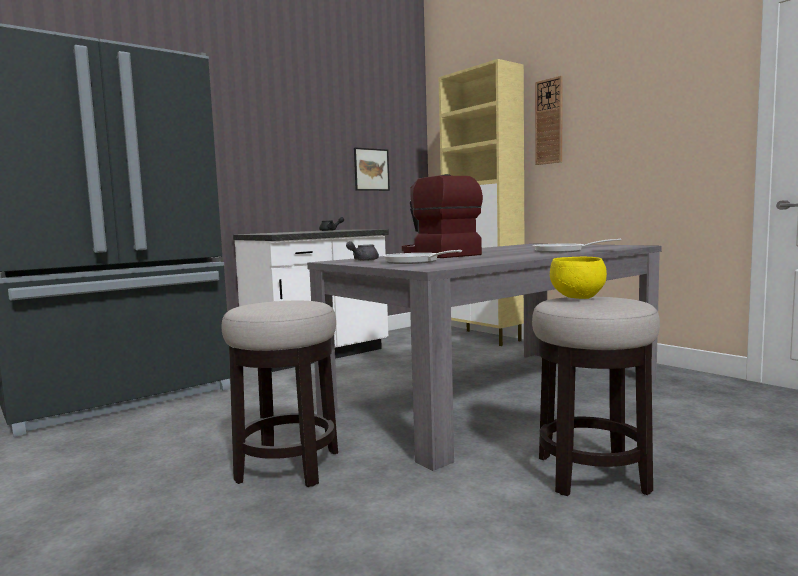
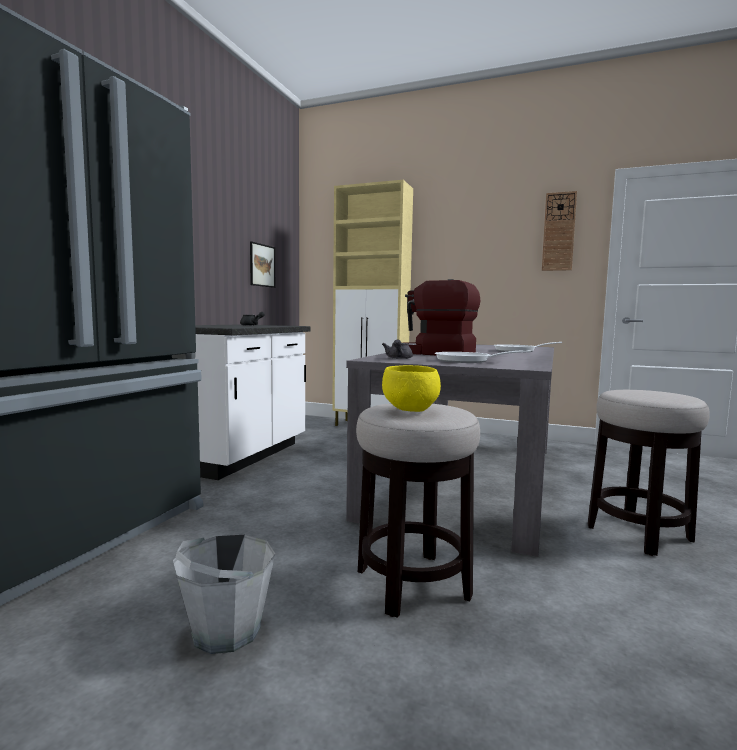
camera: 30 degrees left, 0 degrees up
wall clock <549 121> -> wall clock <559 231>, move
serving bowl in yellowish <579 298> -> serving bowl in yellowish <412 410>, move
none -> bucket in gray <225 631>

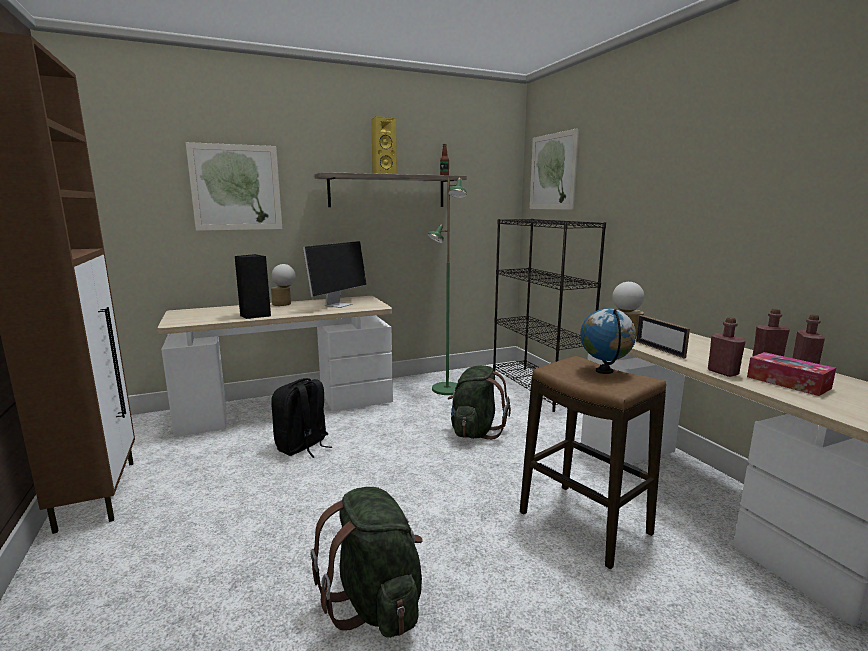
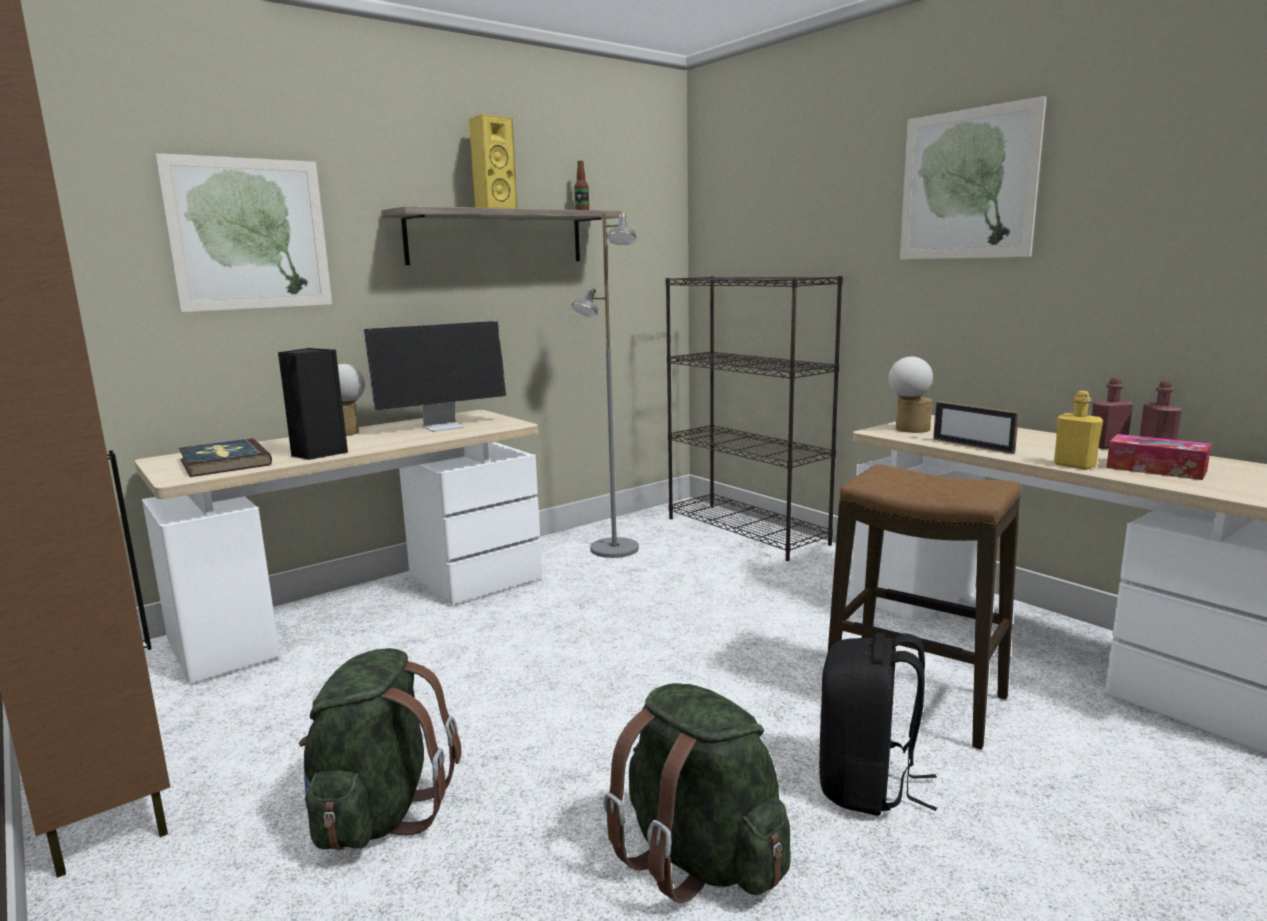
camera: 15 degrees left, 0 degrees up
rucksack in blackish <303 446> -> rucksack in blackish <868 785>, move
computer screen <338 304> -> computer screen <444 426>, 45 degrees clockwise
standing lamp in green-coloured <446 389> -> standing lamp in gray <614 549>
rucksack in green-coloured <475 431> -> rucksack in green-coloured <378 812>, move
wall art <553 171> -> wall art <967 185>, move
desk globe <604 371> -> none
drink bottle in reddish <722 372> -> drink bottle in yellowish <1074 465>
none -> bound book <224 462>

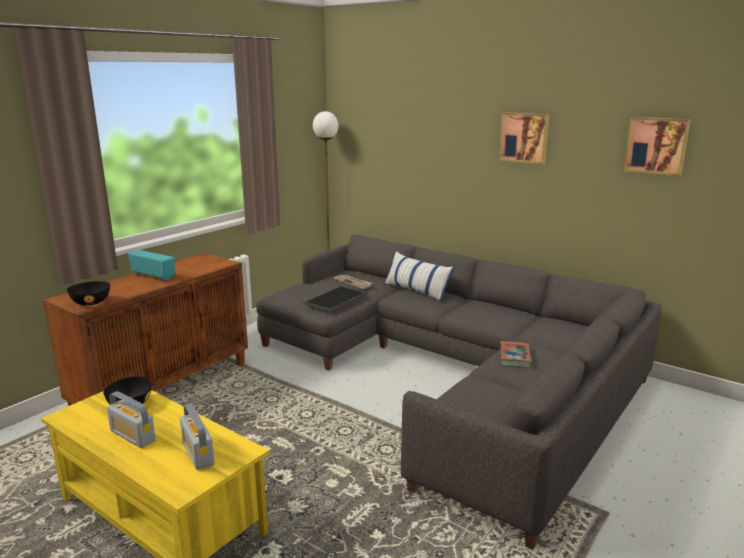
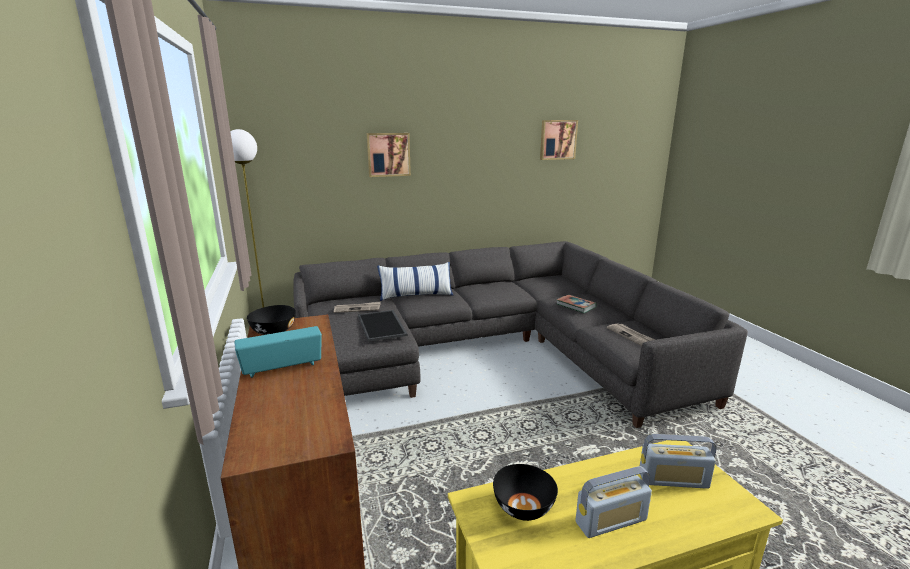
camera: 55 degrees left, 0 degrees up
serving bowl in blackish <91 302> -> serving bowl in blackish <273 331>, move
wall art <524 137> -> wall art <388 154>, move
none -> daily paper <632 336>

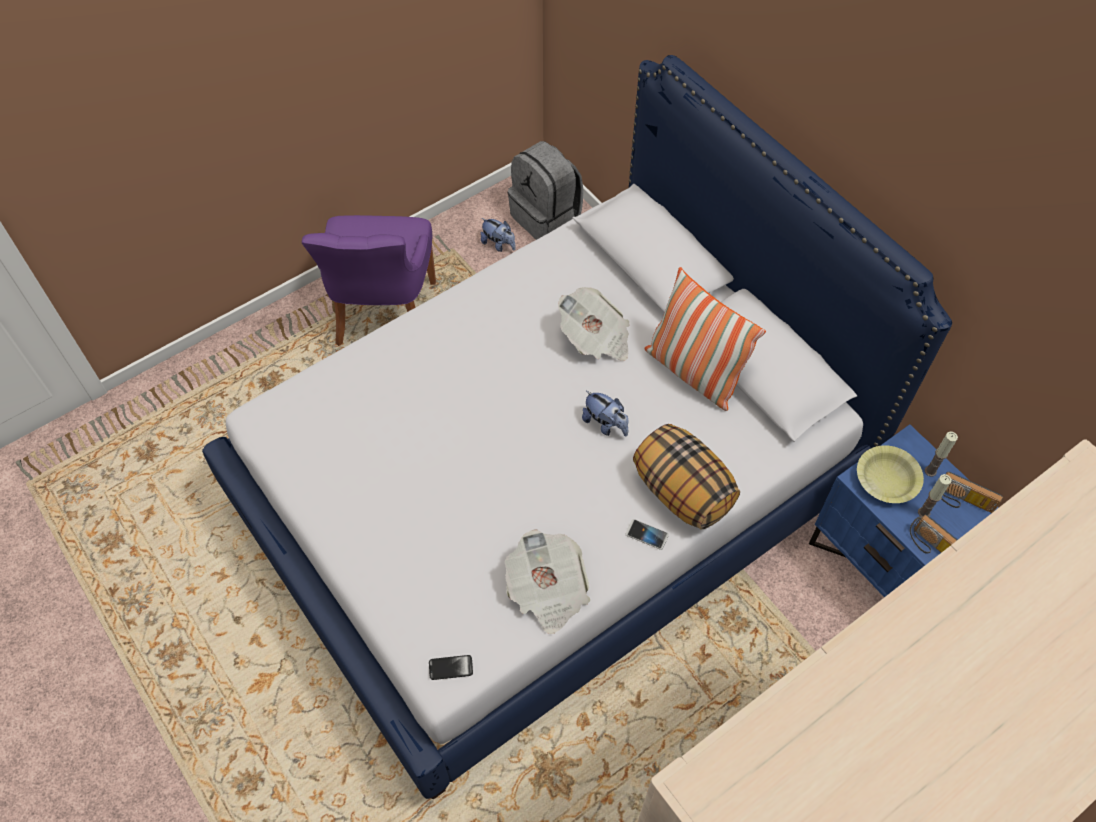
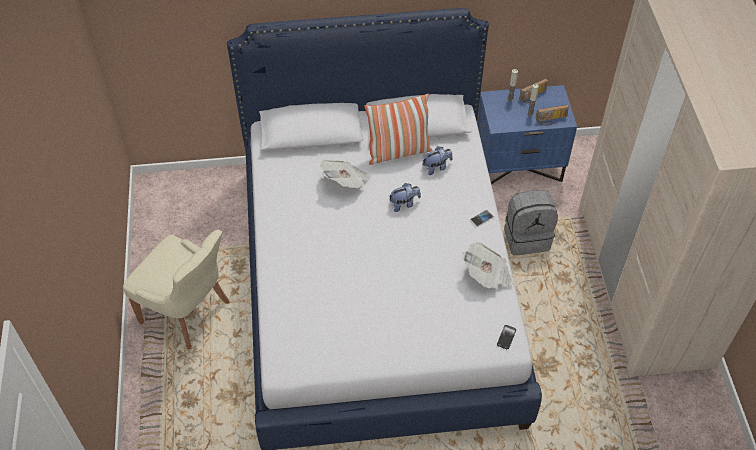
camera: 60 degrees left, 5 degrees down
upright chair in purple-coloured <384 316> -> upright chair in sand-coloured <188 313>
cuddly toy <499 244> -> cuddly toy <436 167>, move
rucksack in gray <546 217> -> rucksack in gray <526 237>, move
throw pillow <681 491> -> none
serving bowl in yellowish <886 479> -> none

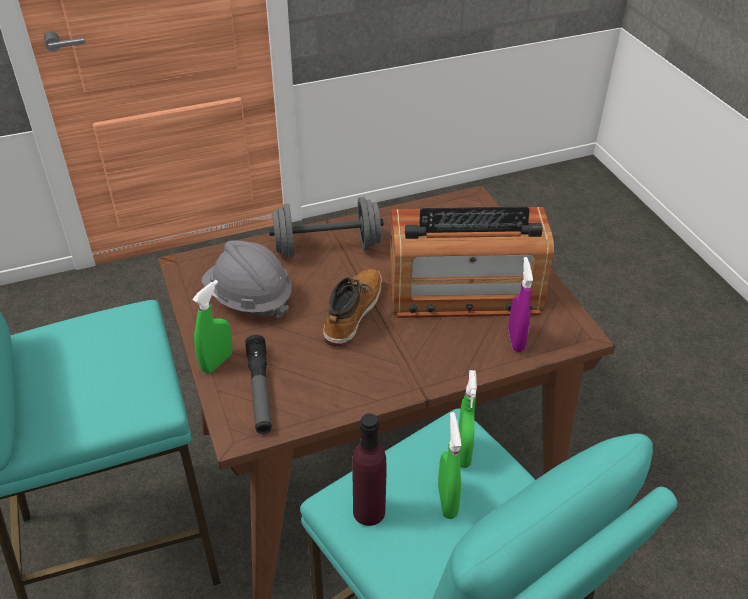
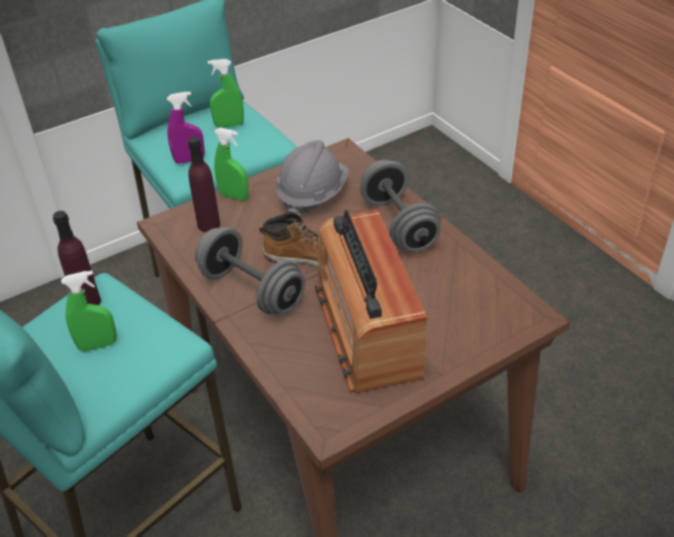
camera: 80 degrees right, 0 degrees up
flashlight <260 390> -> drink bottle in purple-coloured <208 225>
hand sprayer in green-coloured <463 452> -> hand sprayer in green-coloured <229 125>, move
hand sprayer in purple-coloured <516 340> -> hand sprayer in purple-coloured <189 160>, move
none -> dumbbell in gray <252 290>

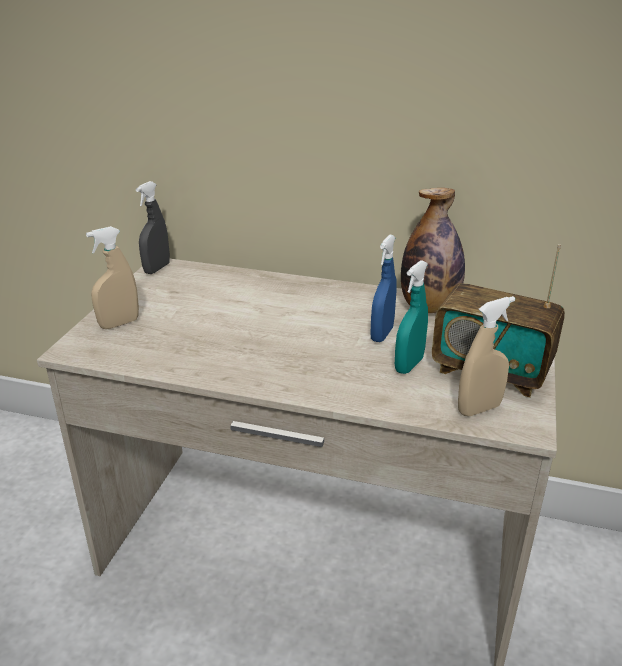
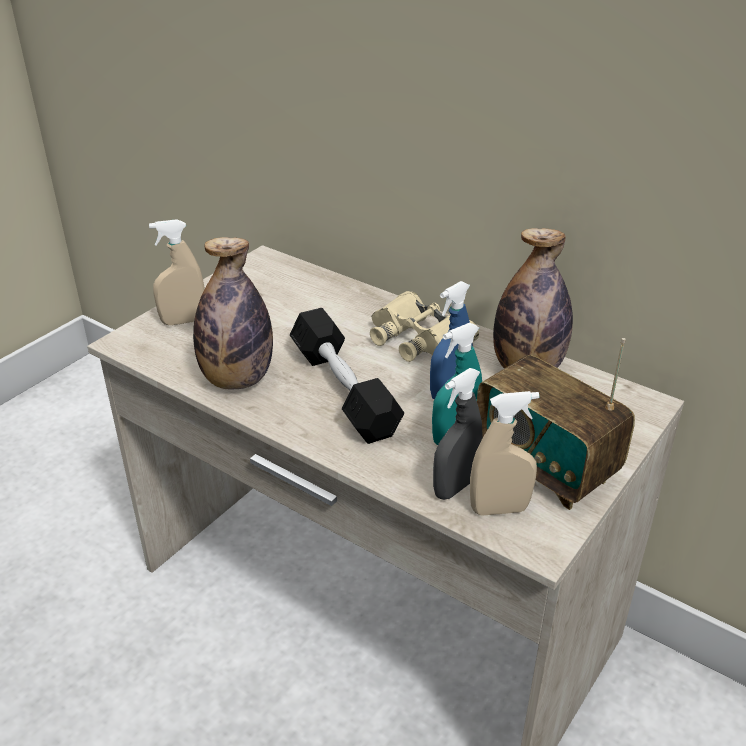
camera: 20 degrees right, 5 degrees up
hand sprayer in gray <157 269> -> hand sprayer in gray <455 487>, move
none -> drink bottle <237 379>
none -> dumbbell in blackish <343 390>
none -> pair of binoculars in sand-coloured <418 337>

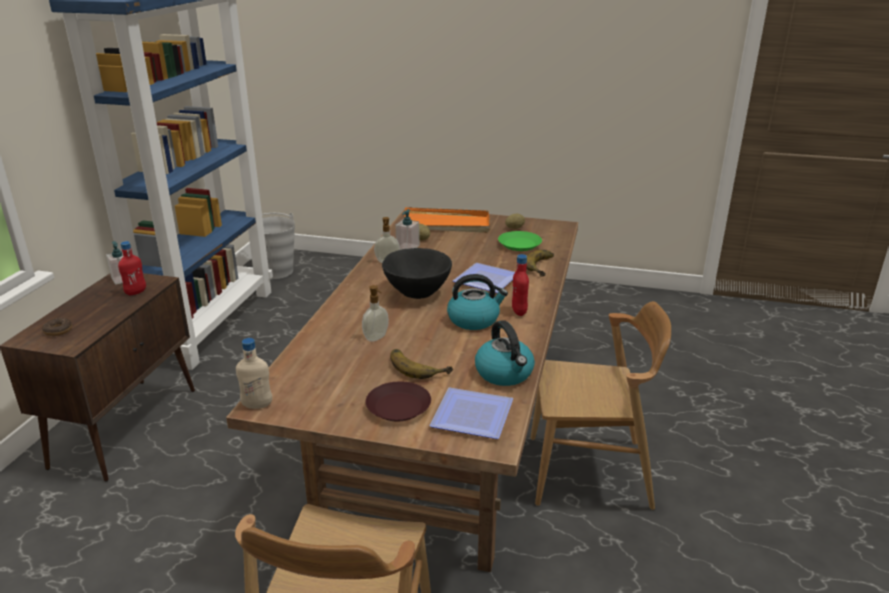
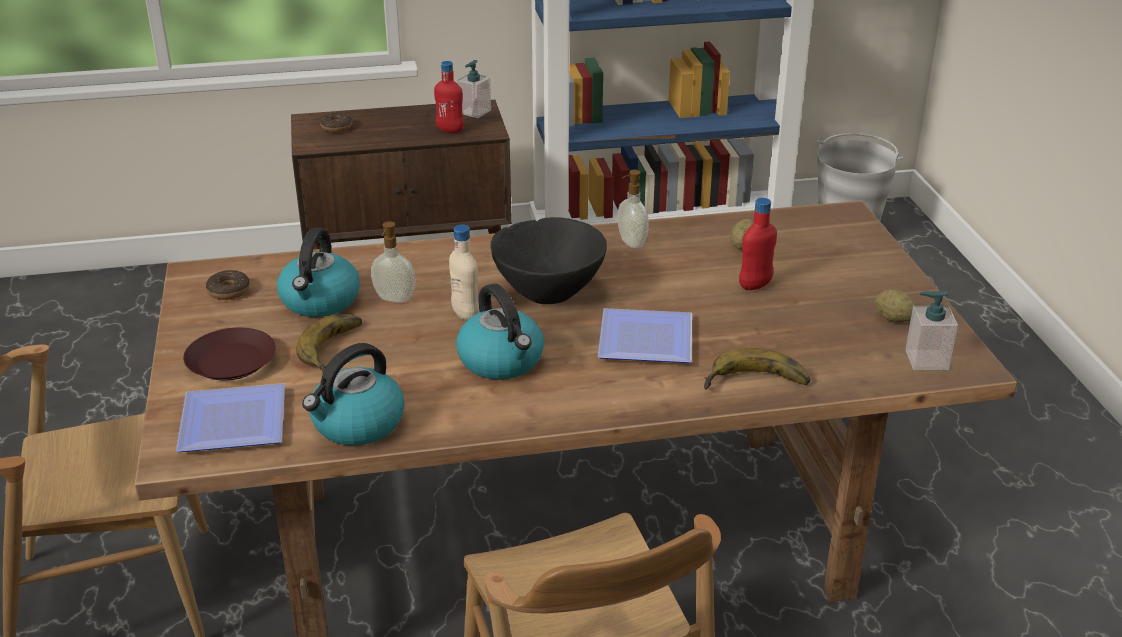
camera: 65 degrees right, 5 degrees up
drink bottle in sand-coloured <257 405> -> drink bottle in sand-coloured <465 314>, move
soap dispenser <407 247> -> soap dispenser <926 360>, move
serving tray in orange-coloured <446 224> -> none
plate in green-coloured <520 244> -> none
drink bottle in reddish <519 311> -> drink bottle in reddish <755 285>, move
none -> donut <228 291>
none -> tea kettle <320 301>

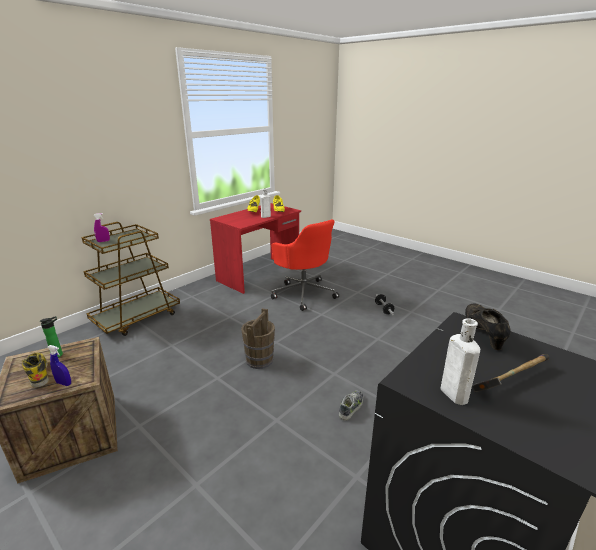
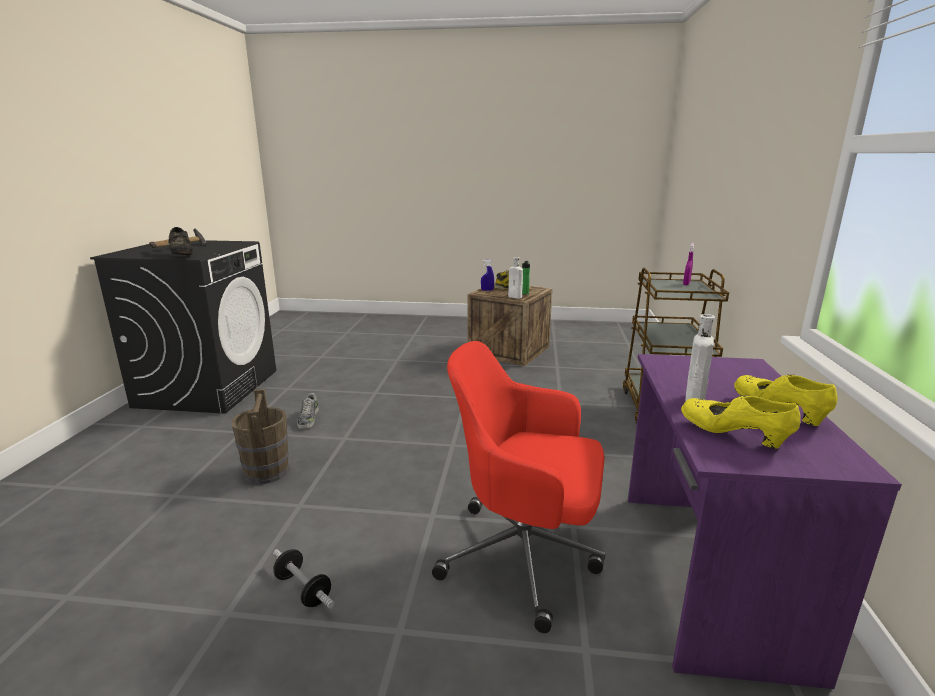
camera: 145 degrees right, 5 degrees down
desk table in reddish <259 274> -> desk table in purple-coloured <705 574>
bucket in brown <259 360> -> bucket in brown <266 472>, move
drink bottle in white-coloured <452 392> -> drink bottle in white-coloured <516 297>, move

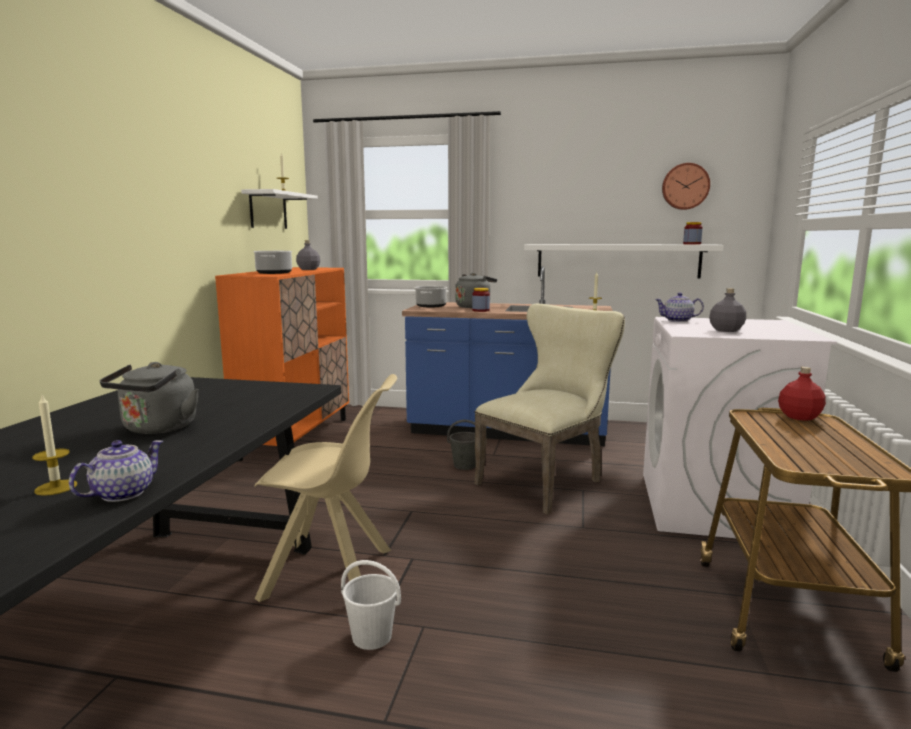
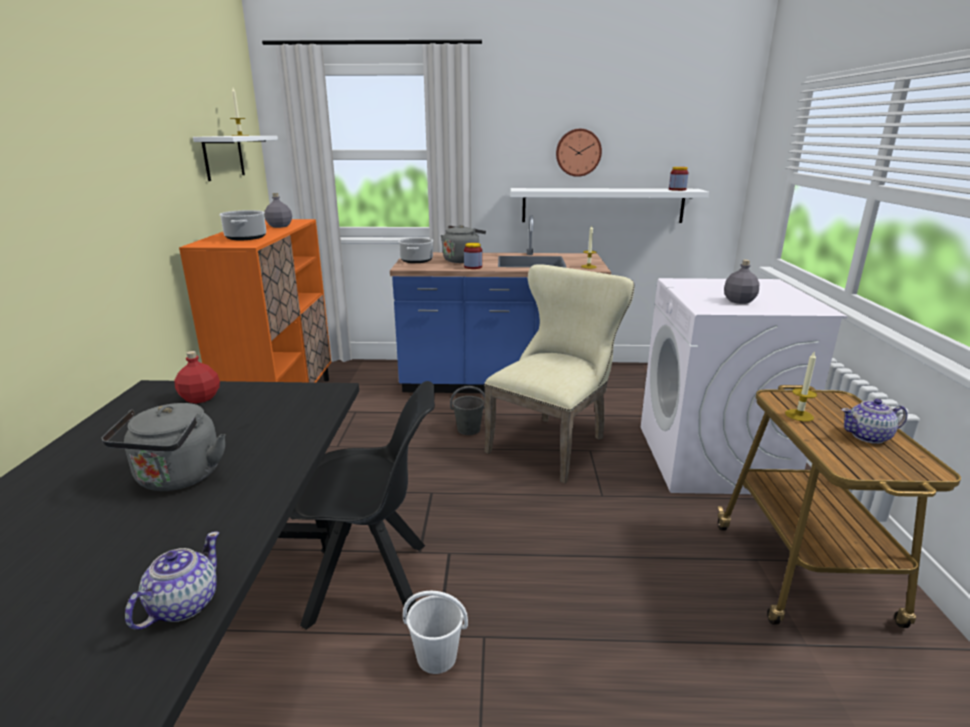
camera: 10 degrees left, 10 degrees up
candle <56 487> -> candle <799 415>, move
upright chair in sand-coloured <332 574> -> upright chair in blackish <373 583>
tea pot <678 320> -> tea pot <868 436>, move
wall clock <685 186> -> wall clock <578 152>, move
drink bottle in reddish <798 417> -> drink bottle in reddish <200 398>, move

